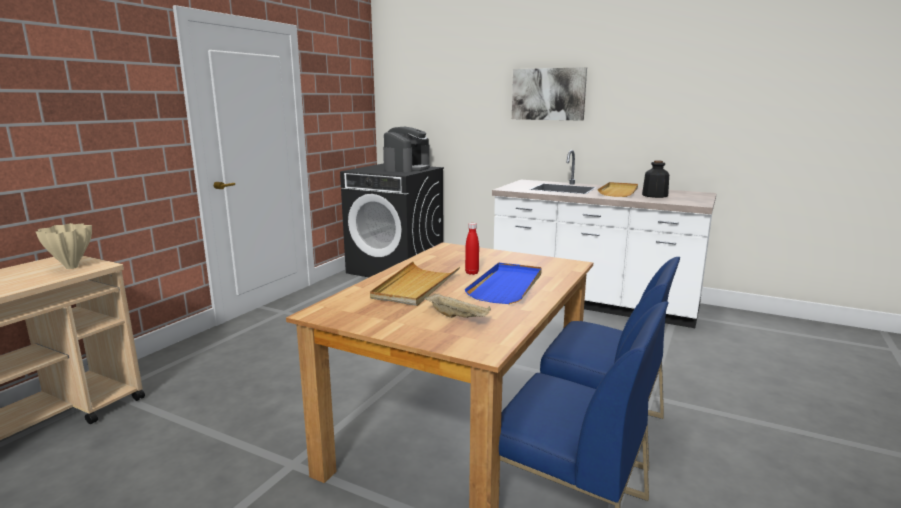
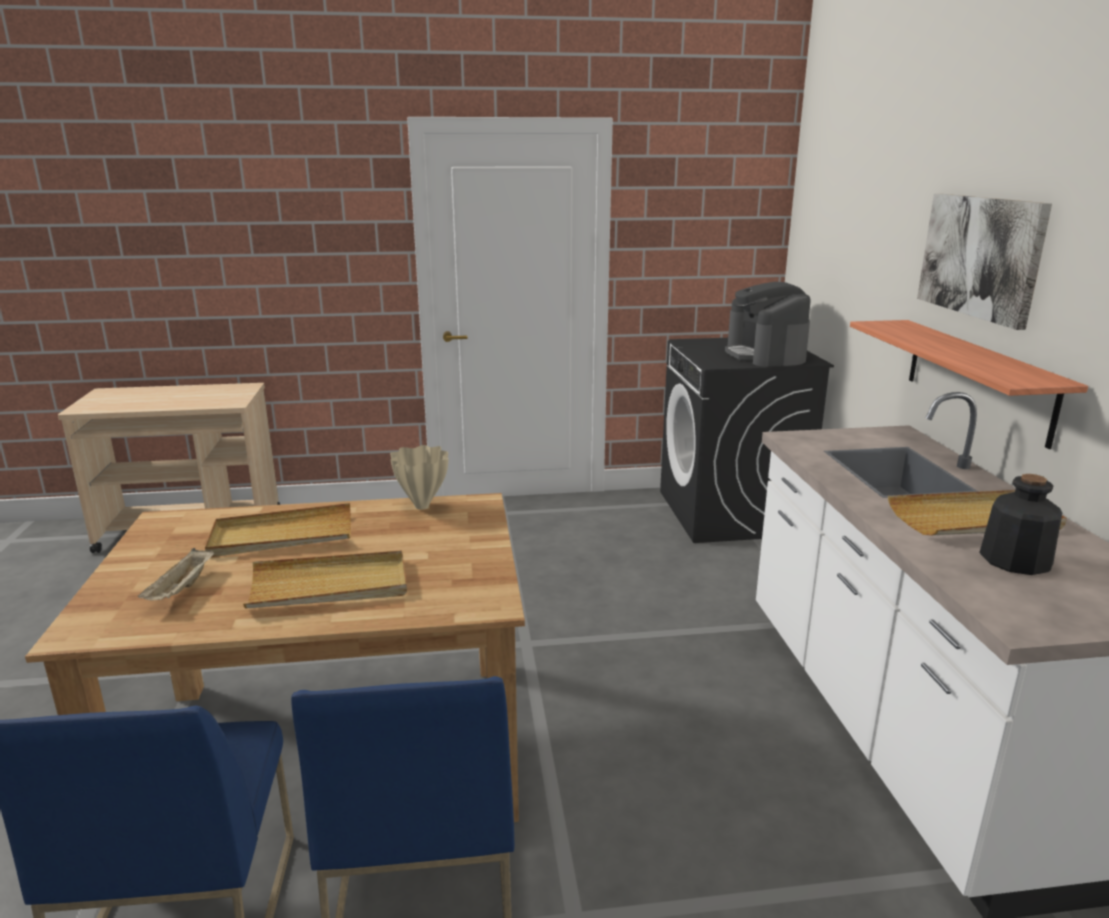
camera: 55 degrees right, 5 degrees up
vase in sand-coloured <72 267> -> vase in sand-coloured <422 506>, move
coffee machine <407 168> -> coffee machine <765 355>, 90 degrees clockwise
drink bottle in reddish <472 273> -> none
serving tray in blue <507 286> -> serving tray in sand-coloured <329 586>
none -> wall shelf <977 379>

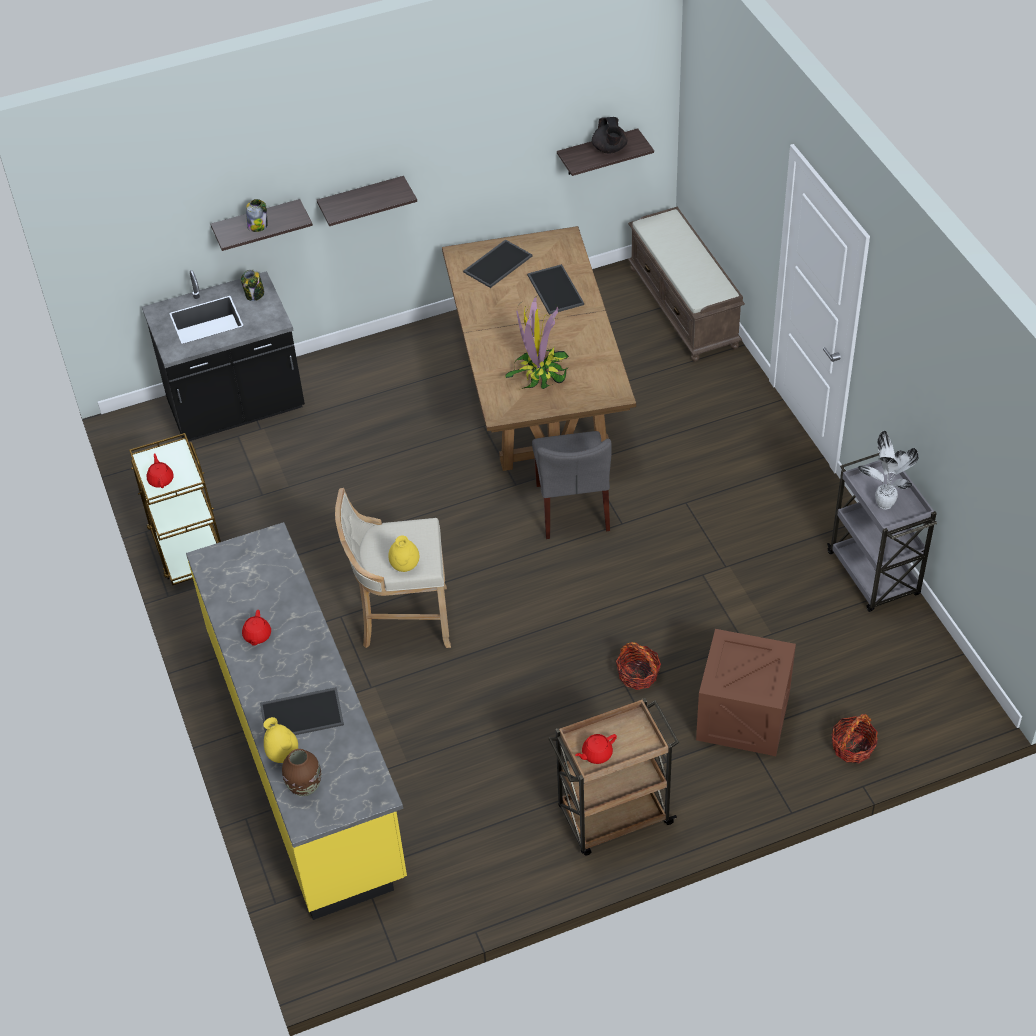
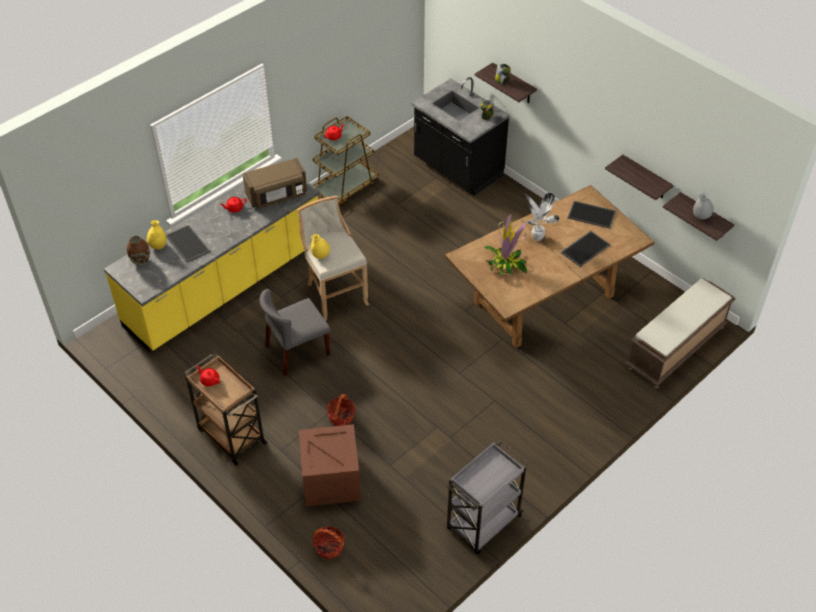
camera: 65 degrees right, 0 degrees up
wall shelf <361 200> -> wall shelf <646 178>, move
upright chair in gray <572 508> -> upright chair in gray <297 351>, move
tea pot in blackish <609 149> -> vase in gray <701 216>
potted plant <884 505> -> potted plant <536 237>, move
none -> microwave in brown <277 195>

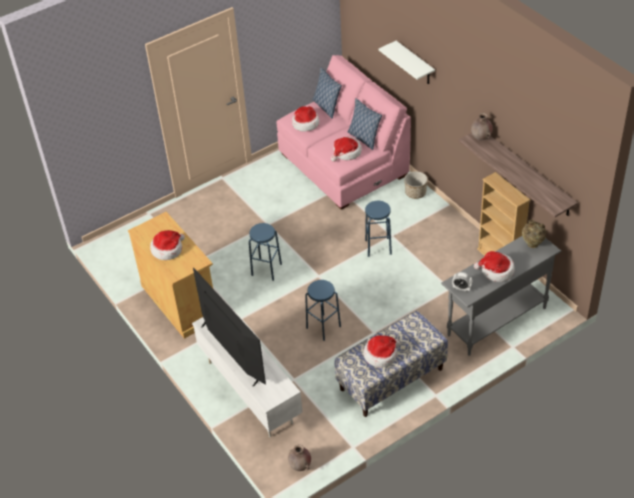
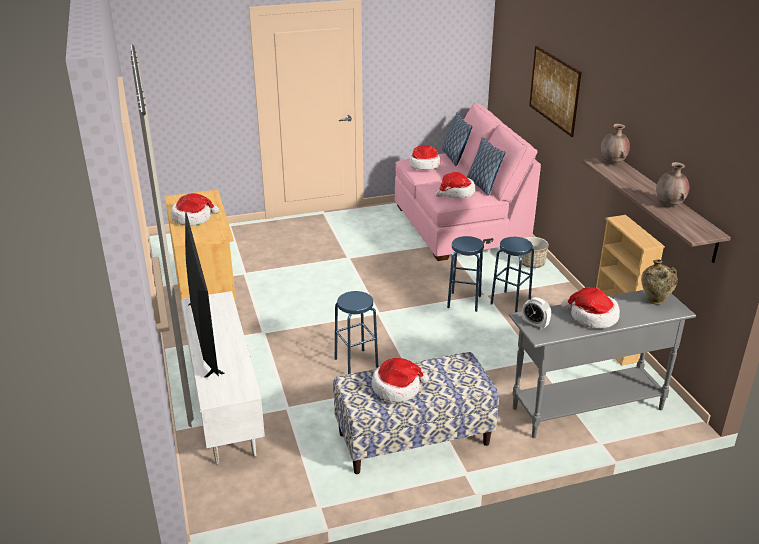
camera: 15 degrees right, 15 degrees down
stool seat in blue <266 269> -> stool seat in blue <510 302>, move
vase in brown <300 466> -> vase in brown <669 205>, move
wall shelf in white-coloured <415 63> -> wall art <554 90>

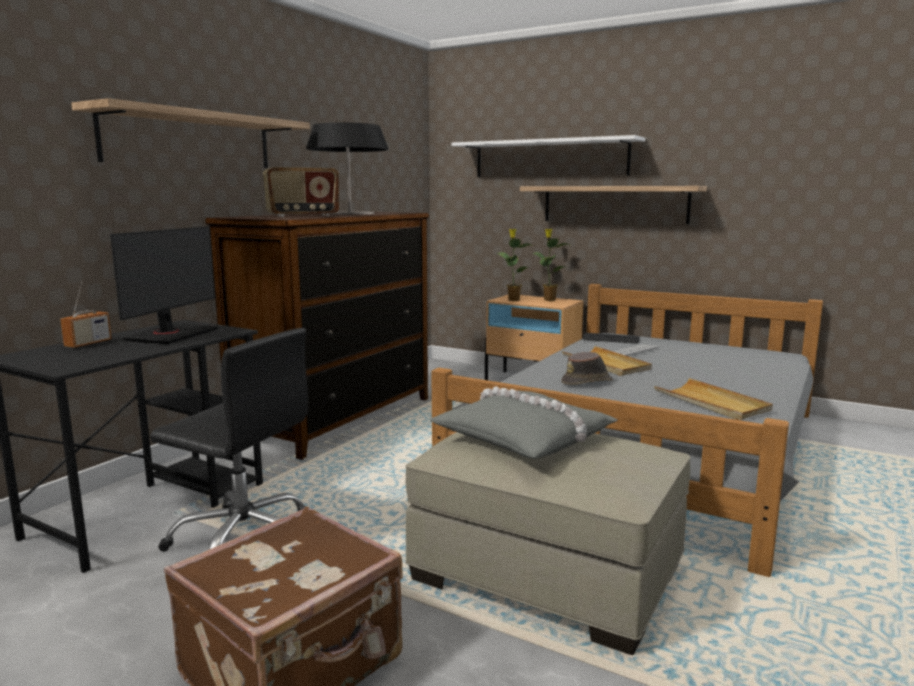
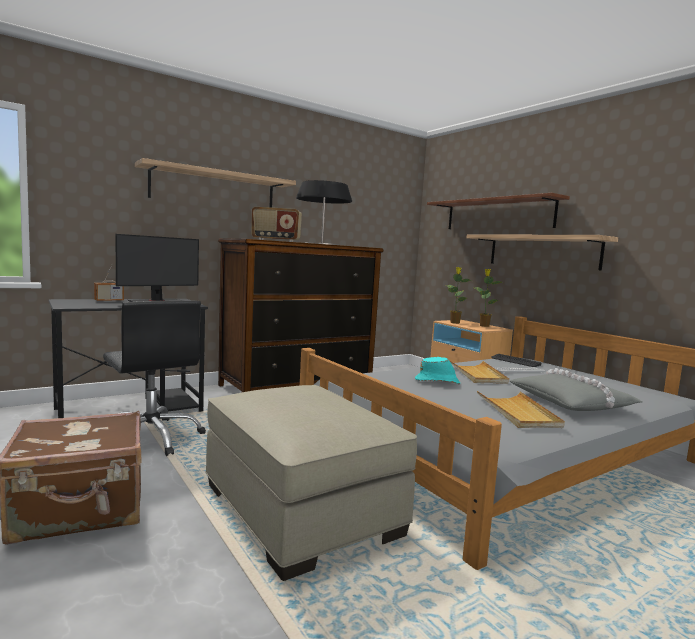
camera: 25 degrees right, 5 degrees down
throw pillow in gray <525 437> -> throw pillow in gray <572 402>, move
wall shelf in white-coloured <549 158> -> wall shelf in brown <497 214>
wearable hat in brown <587 382> -> wearable hat in blue-green <437 382>

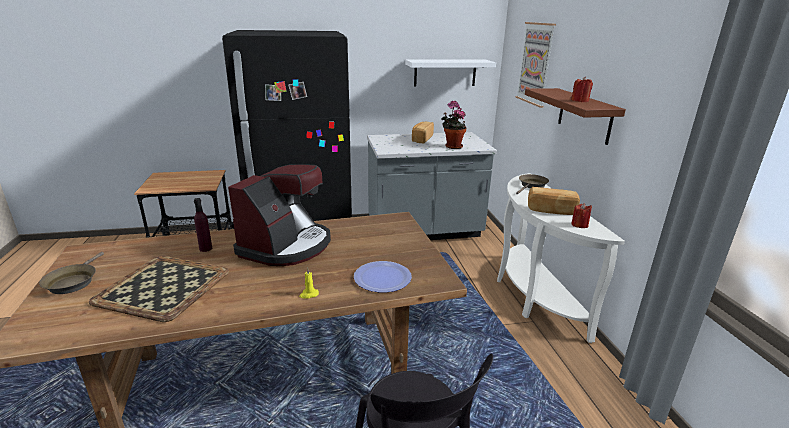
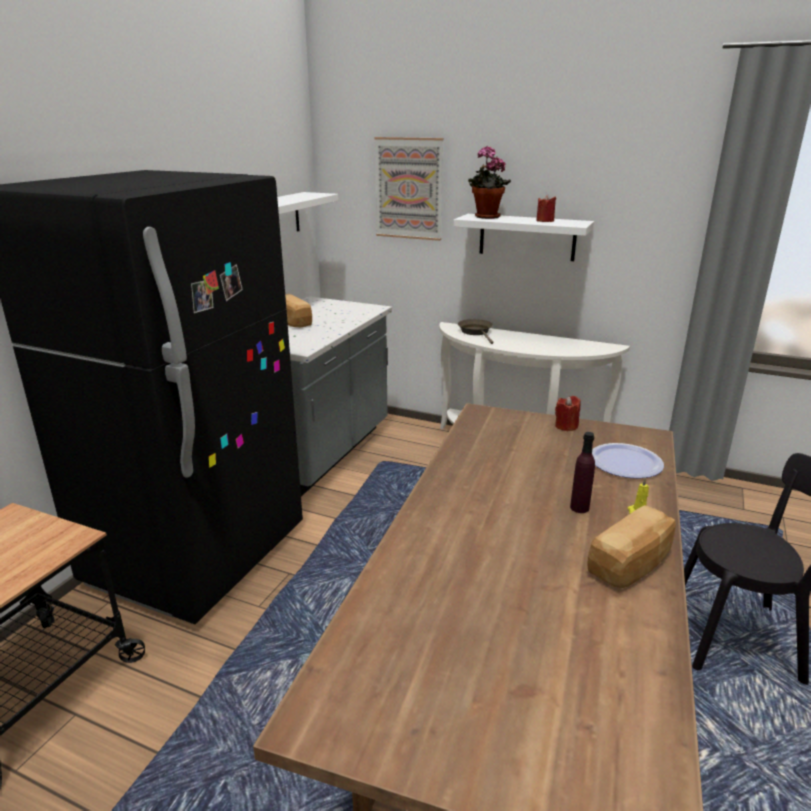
camera: 55 degrees left, 0 degrees up
skillet in brown <73 281> -> none
serving tray <162 287> -> none
drink bottle in purple-coloured <206 248> -> drink bottle in purple-coloured <579 507>, move
coffee machine <286 246> -> none
potted plant <452 146> -> potted plant <485 217>, move
wall shelf in brown <584 115> -> wall shelf in white-coloured <527 237>
bakery bread <551 211> -> bakery bread <632 564>, move
candle in reddish <579 225> -> candle in reddish <566 426>, move

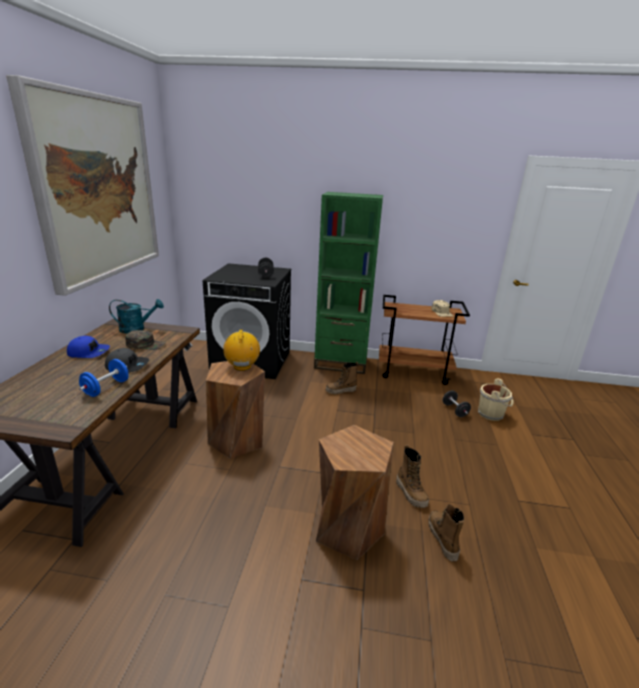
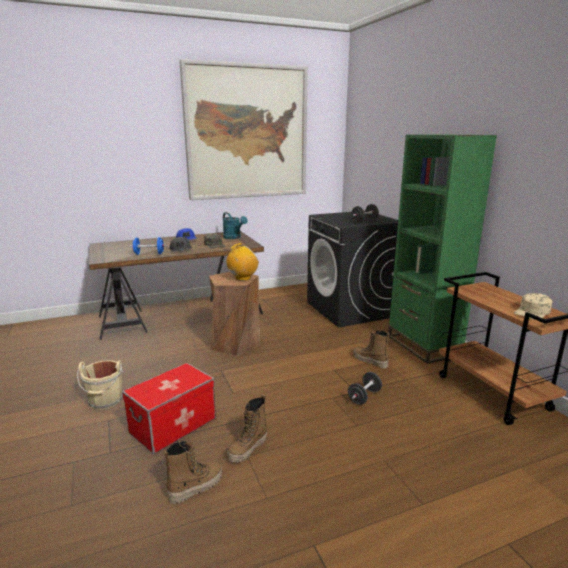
camera: 60 degrees right, 5 degrees down
stool seat in brown <348 528> -> storage box <173 425>
dumbbell in blackish <454 410> -> dumbbell in blackish <364 397>, move
bucket in sand-coloured <491 414> -> bucket in sand-coloured <105 401>, move

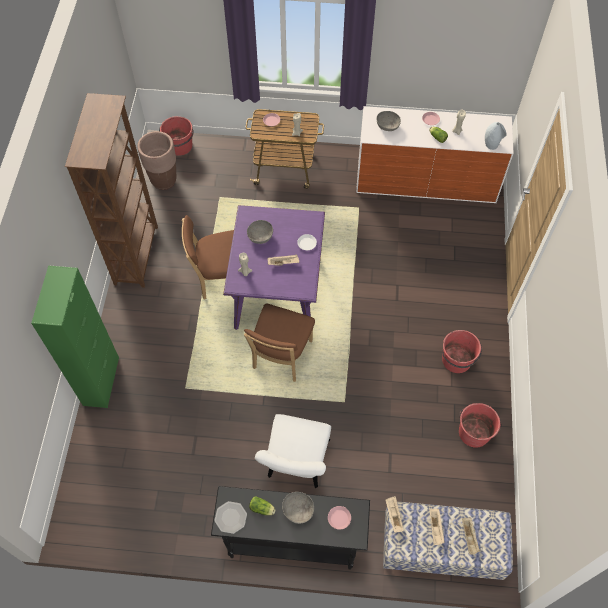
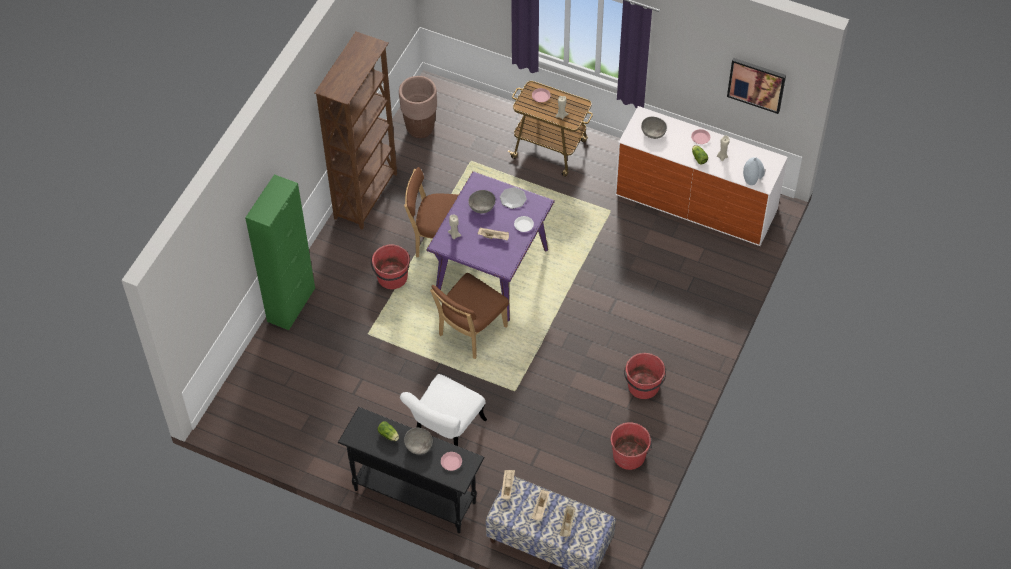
camera: 20 degrees right, 5 degrees down
bucket in reddish <179 146> -> bucket in reddish <392 278>, move
plate <231 517> -> plate <513 198>, move
none -> wall art <756 84>

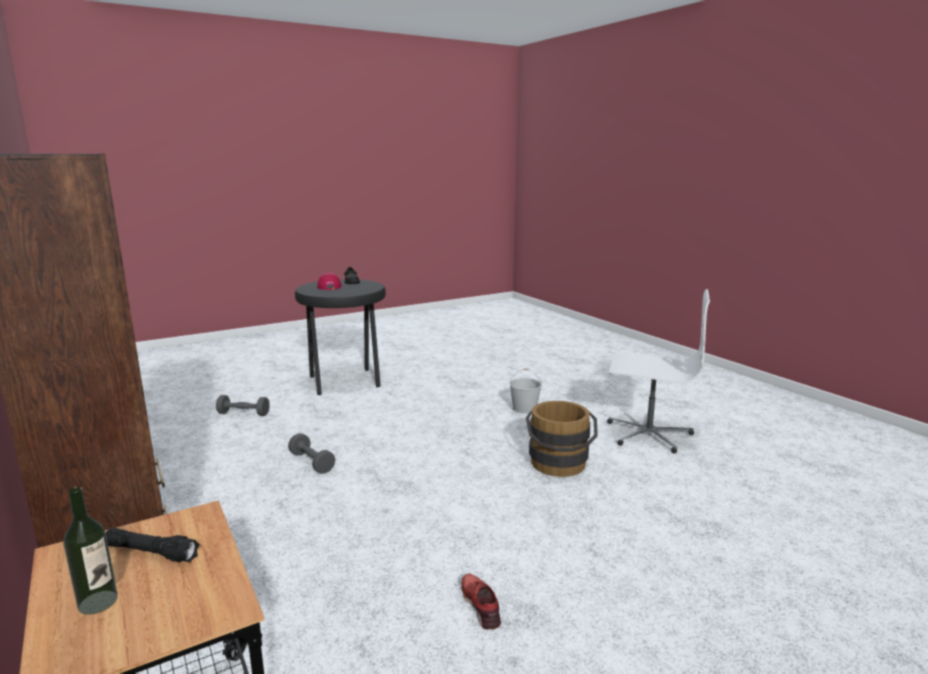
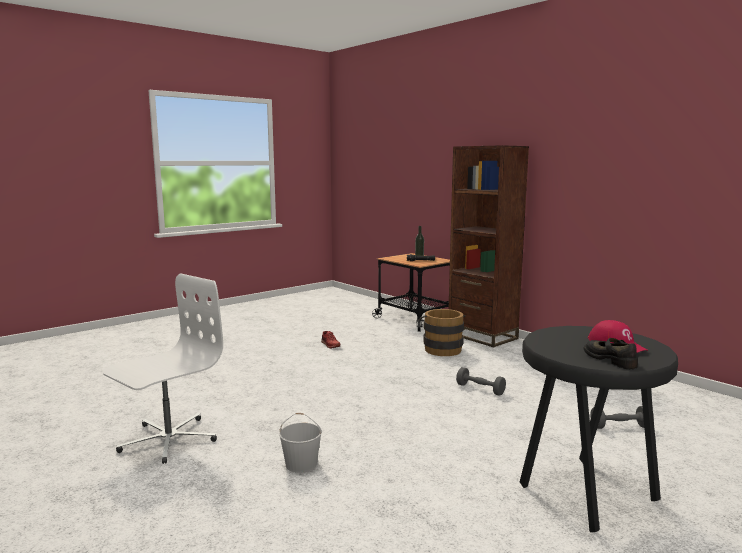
camera: 170 degrees right, 5 degrees down
bucket in brown <559 466> -> bucket in brown <441 349>, move
office chair in white-coloured <648 434> -> office chair in white-coloured <168 439>, 120 degrees clockwise

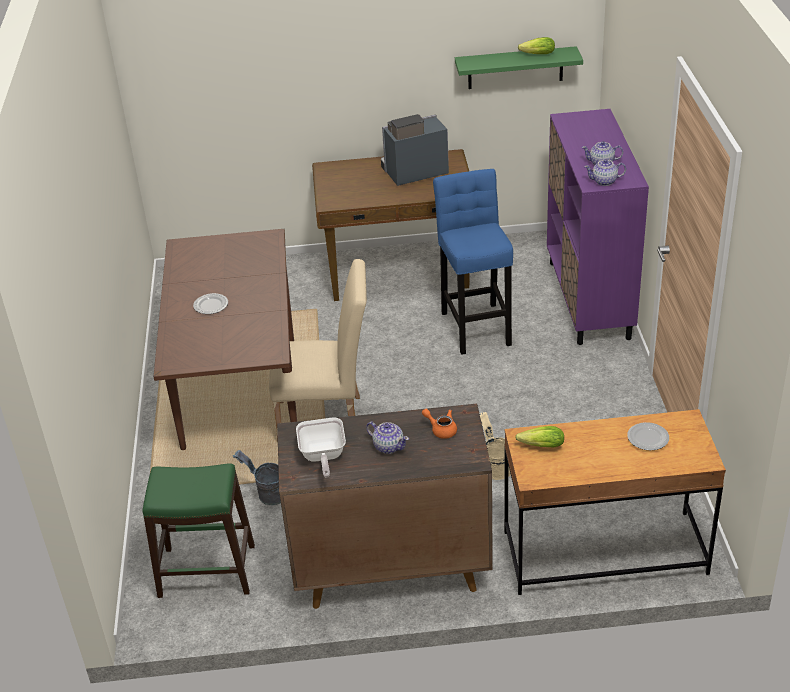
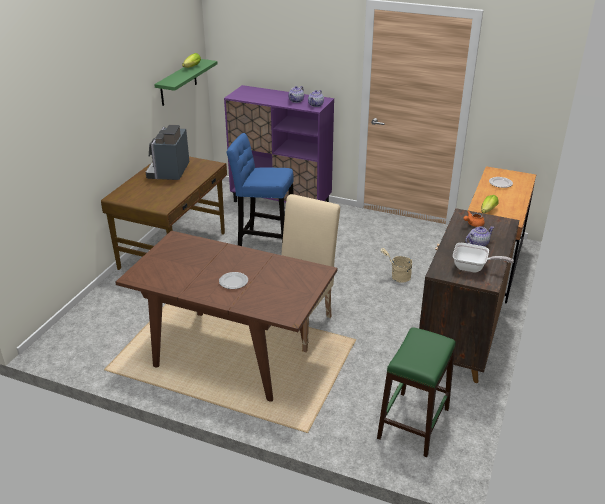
camera: 65 degrees left, 5 degrees down
bucket in gray <268 494> -> none

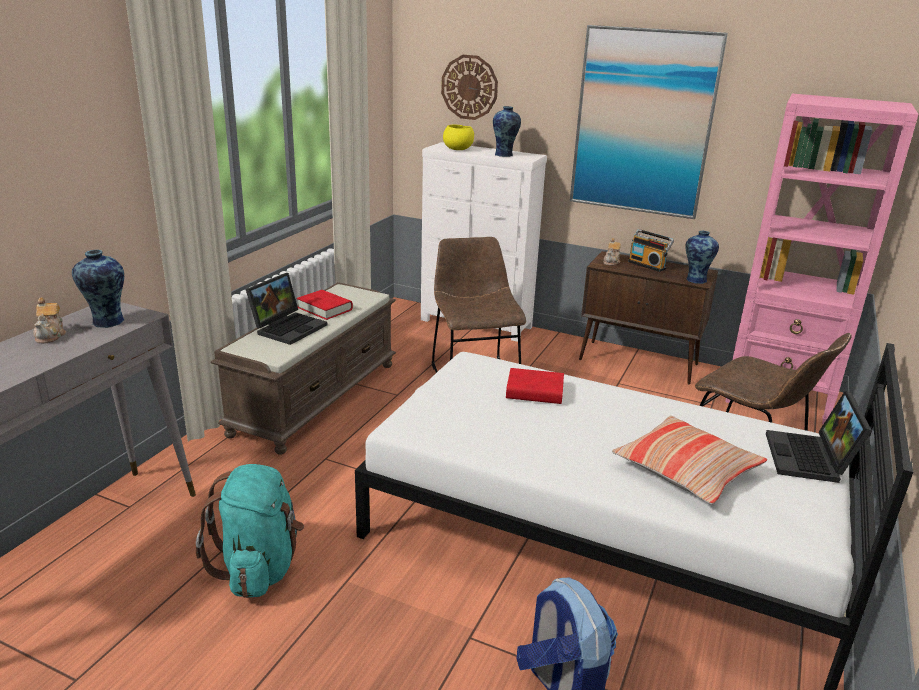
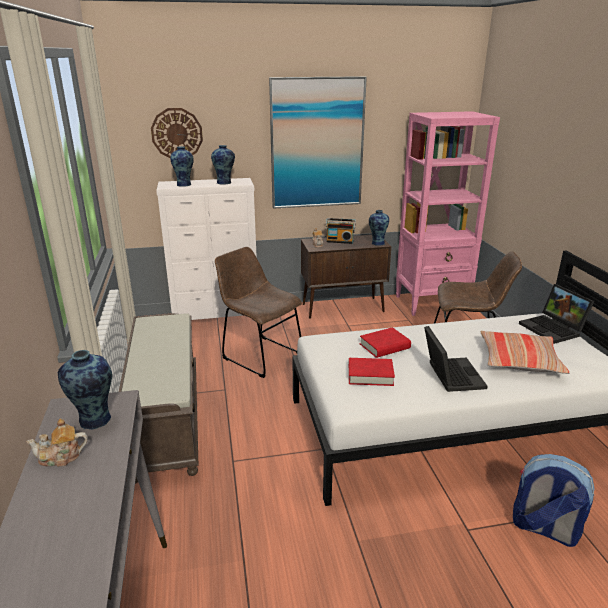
camera: 35 degrees left, 0 degrees up
tea pot <51 335> -> tea pot <61 457>, 120 degrees clockwise
rucksack in blue-green <259 567> -> none
notebook computer <288 327> -> notebook computer <450 374>, move
bound book in reddish <325 309> -> bound book in reddish <370 375>, move
serving bowl in yellowish <458 149> -> vase <184 184>

